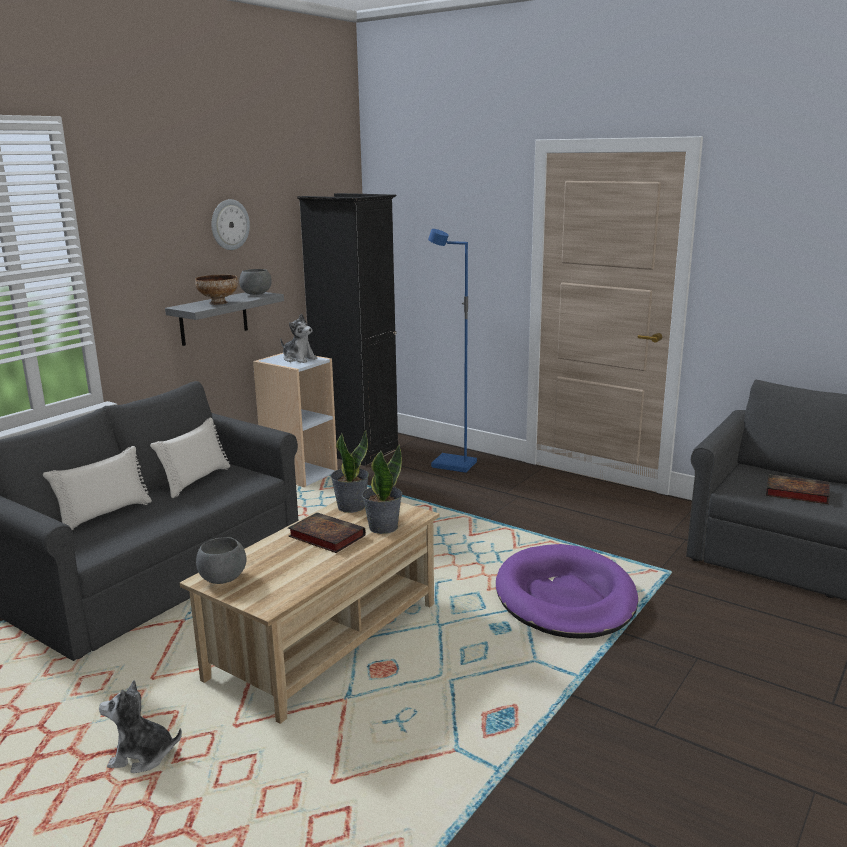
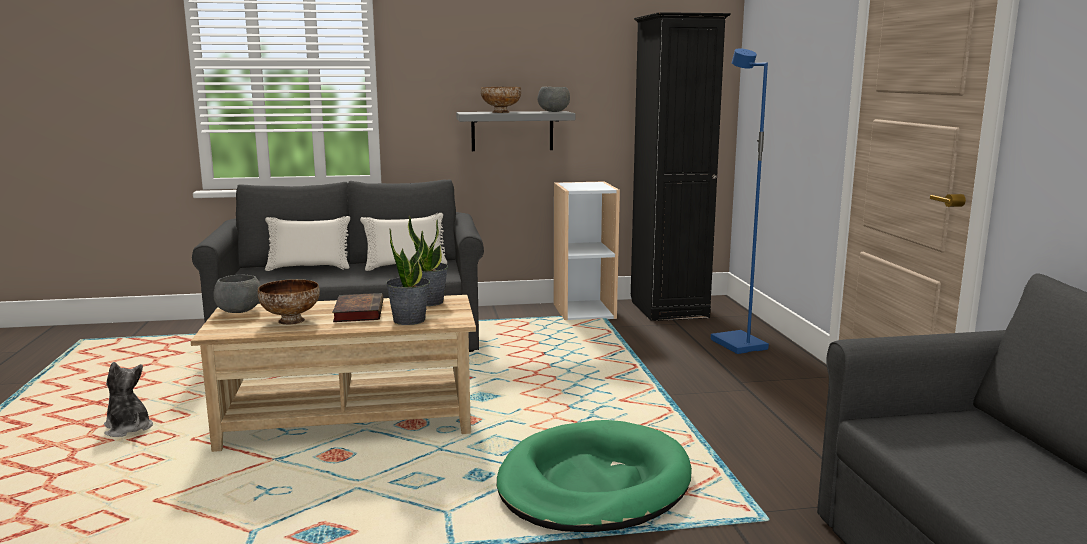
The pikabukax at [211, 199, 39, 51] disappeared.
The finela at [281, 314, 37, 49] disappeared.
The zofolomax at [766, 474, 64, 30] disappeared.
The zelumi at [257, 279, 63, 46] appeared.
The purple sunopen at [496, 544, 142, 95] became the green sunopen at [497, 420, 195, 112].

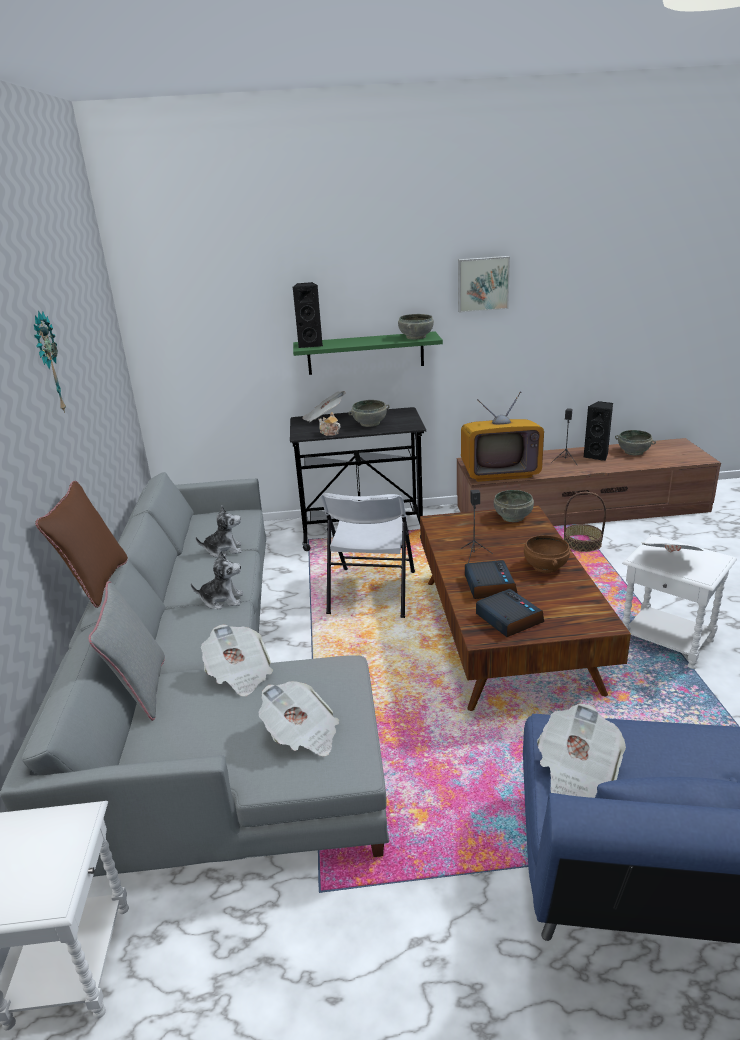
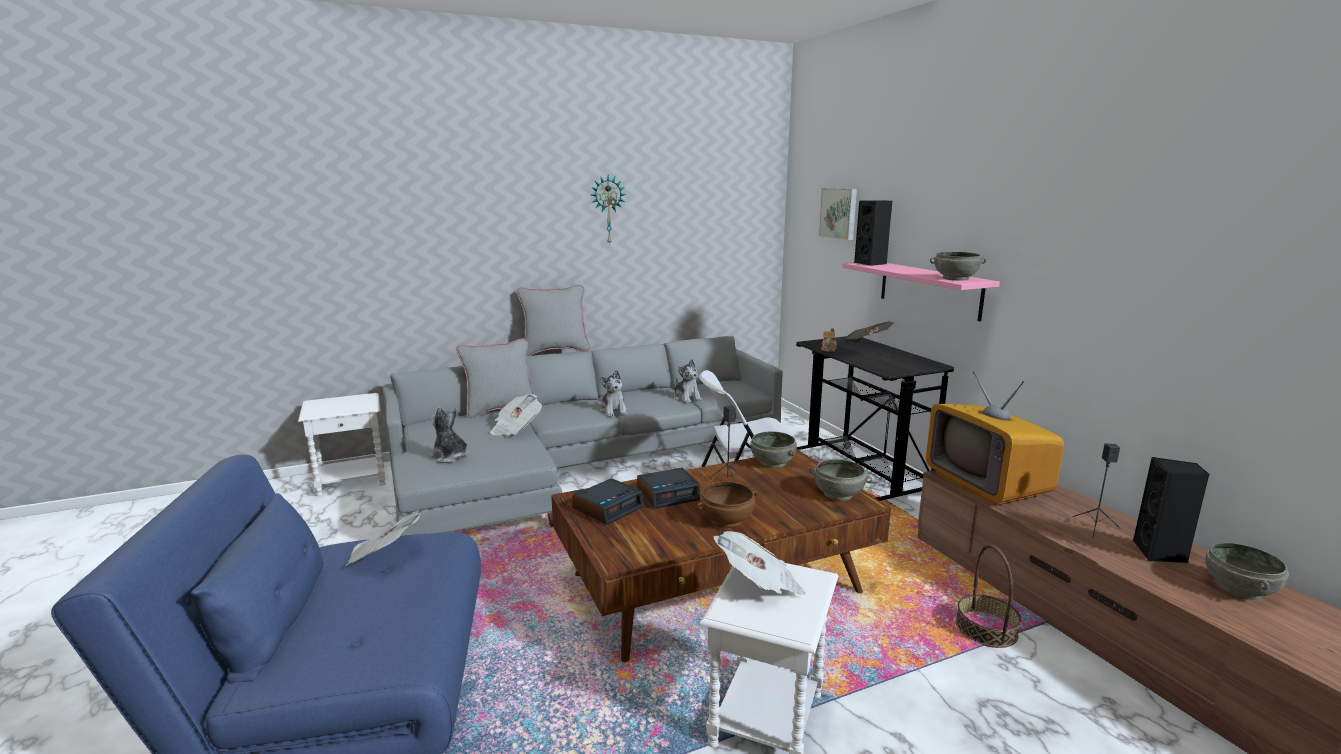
The grey zelumi moved from [348, 400, 42, 27] to [751, 431, 46, 37].
The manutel moved from [458, 256, 52, 57] to [819, 188, 38, 52].
The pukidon at [258, 681, 81, 75] was replaced by the finela at [429, 406, 39, 57].
The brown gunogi at [35, 481, 93, 127] became the grey gunogi at [517, 285, 73, 71].
The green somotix at [293, 331, 150, 44] became the pink somotix at [842, 263, 158, 59].

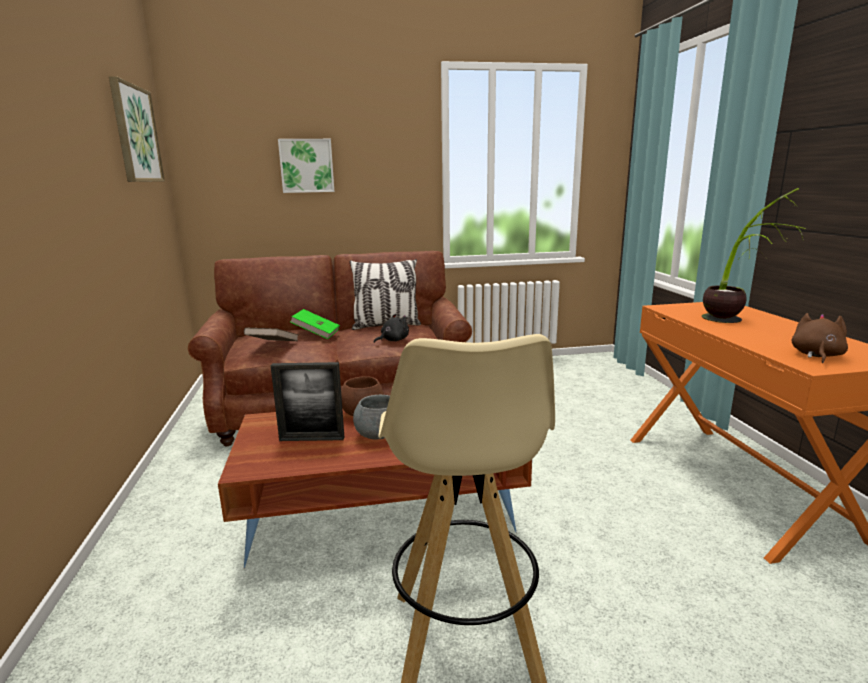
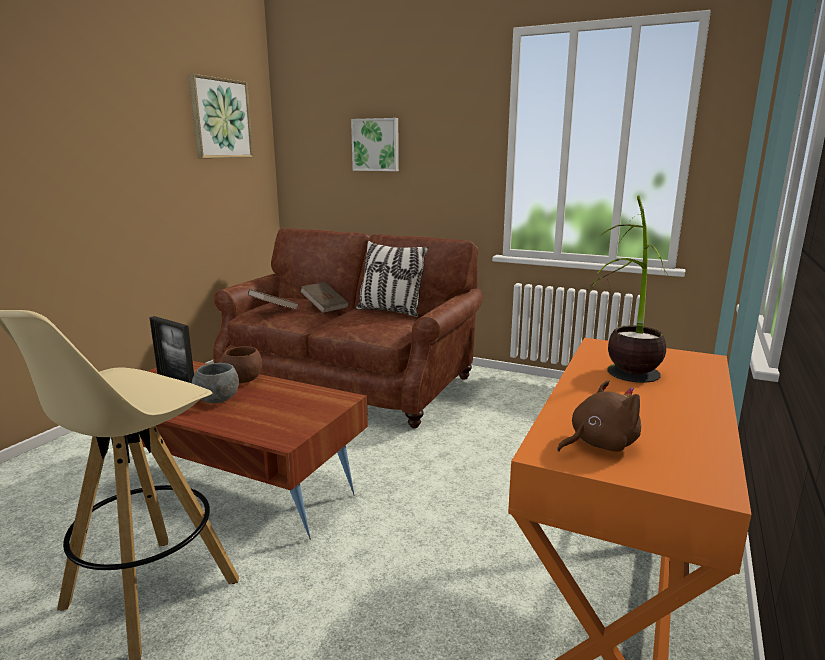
The black finela at [374, 314, 35, 29] disappeared.
The green zofolomax at [290, 309, 50, 30] became the brown zofolomax at [300, 282, 49, 31].

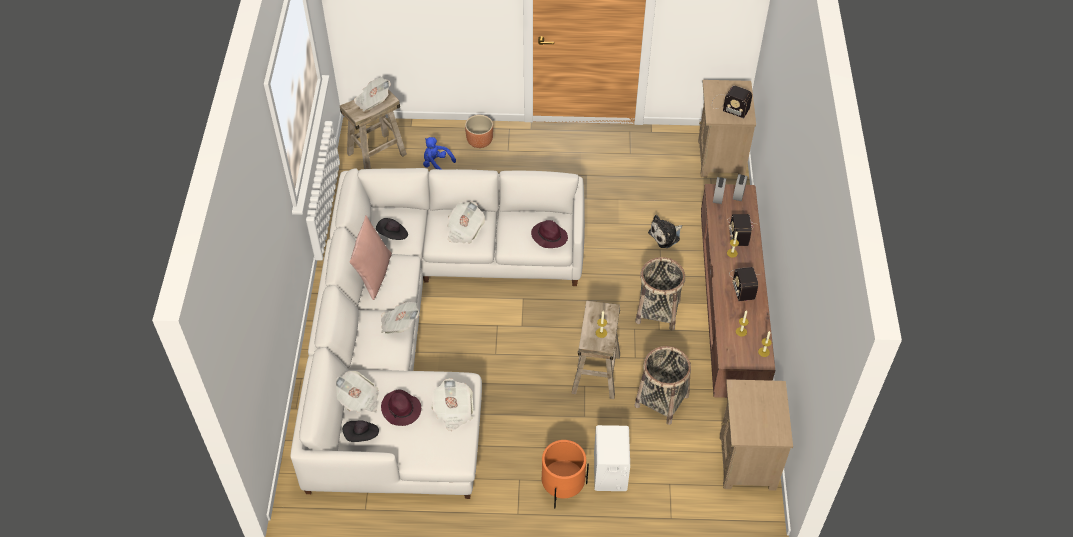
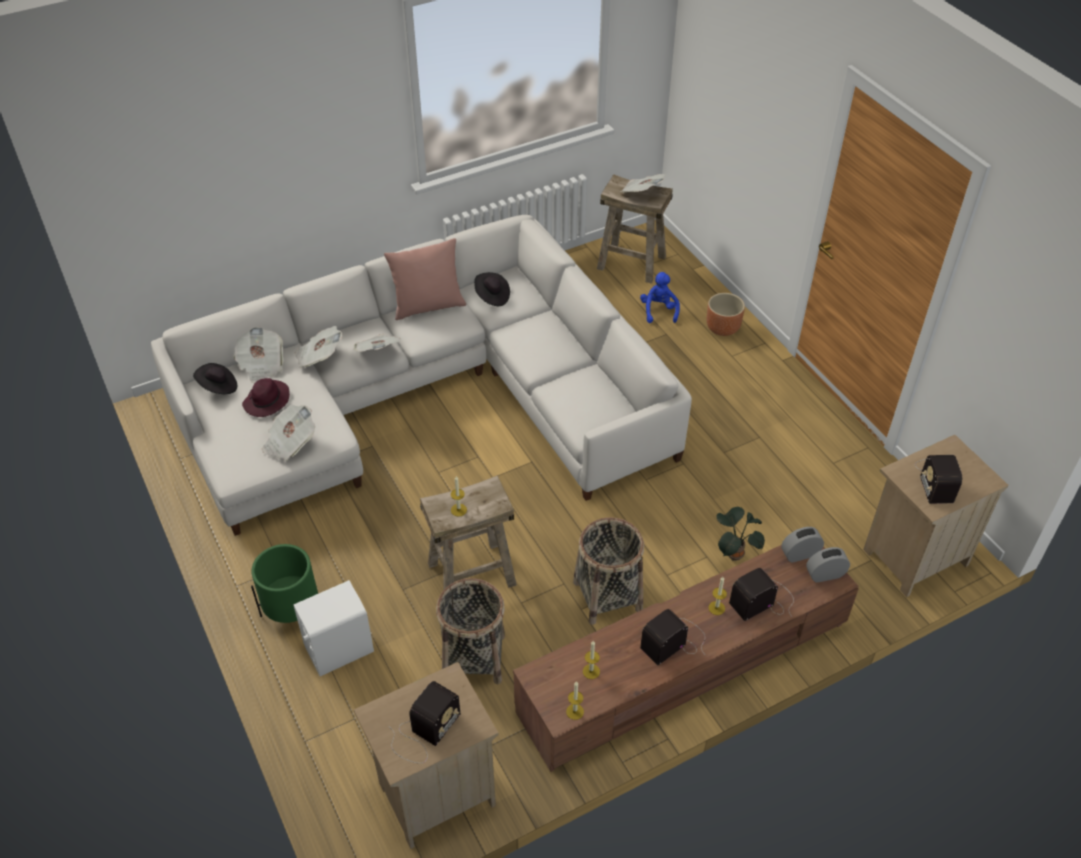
The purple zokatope at [531, 220, 37, 28] disappeared.
The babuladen at [388, 681, 72, 82] appeared.
The pukidon moved from [447, 201, 38, 42] to [294, 326, 48, 43].
The finela at [648, 215, 34, 33] was replaced by the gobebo at [716, 507, 49, 54].
The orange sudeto at [542, 440, 47, 68] became the green sudeto at [251, 544, 67, 79].

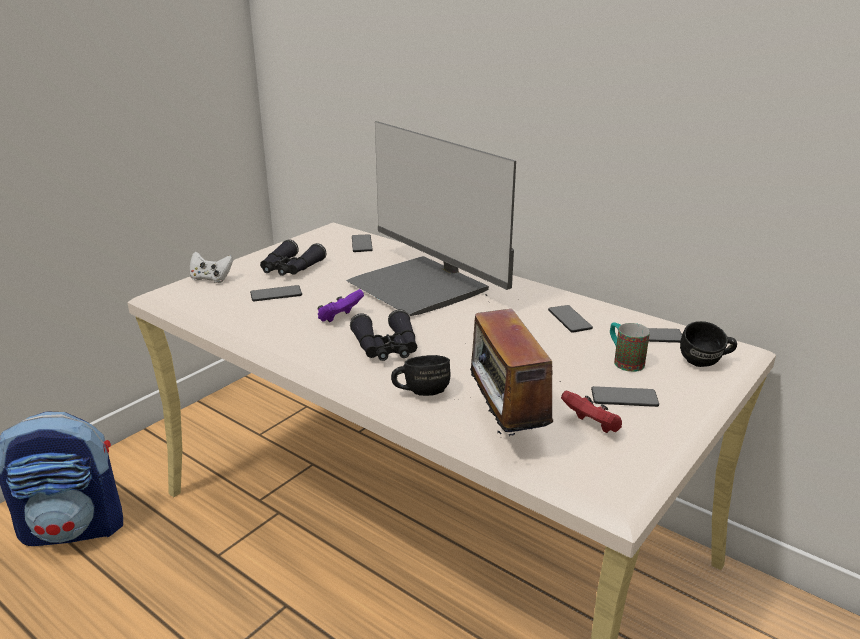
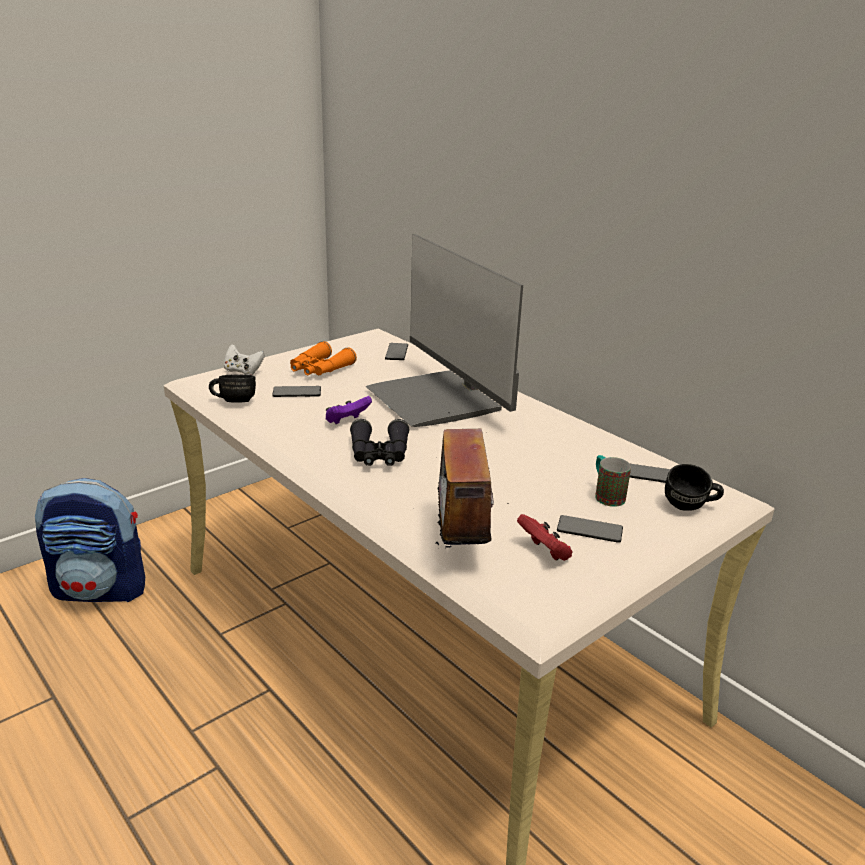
The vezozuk at [548, 305, 45, 28] disappeared.
The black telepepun moved from [391, 355, 59, 41] to [209, 374, 47, 29].
The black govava at [260, 239, 66, 37] became the orange govava at [290, 341, 67, 34].

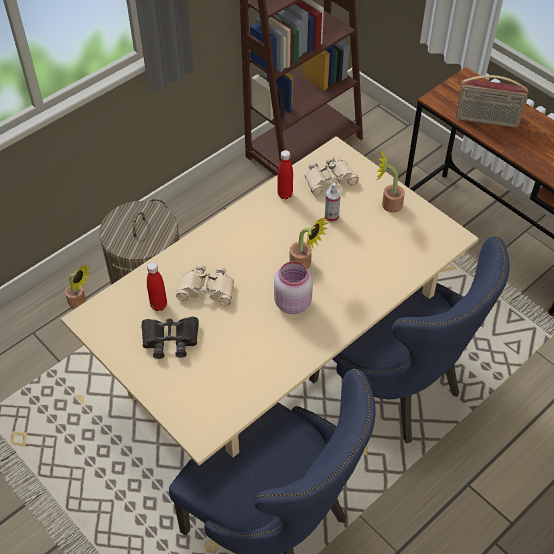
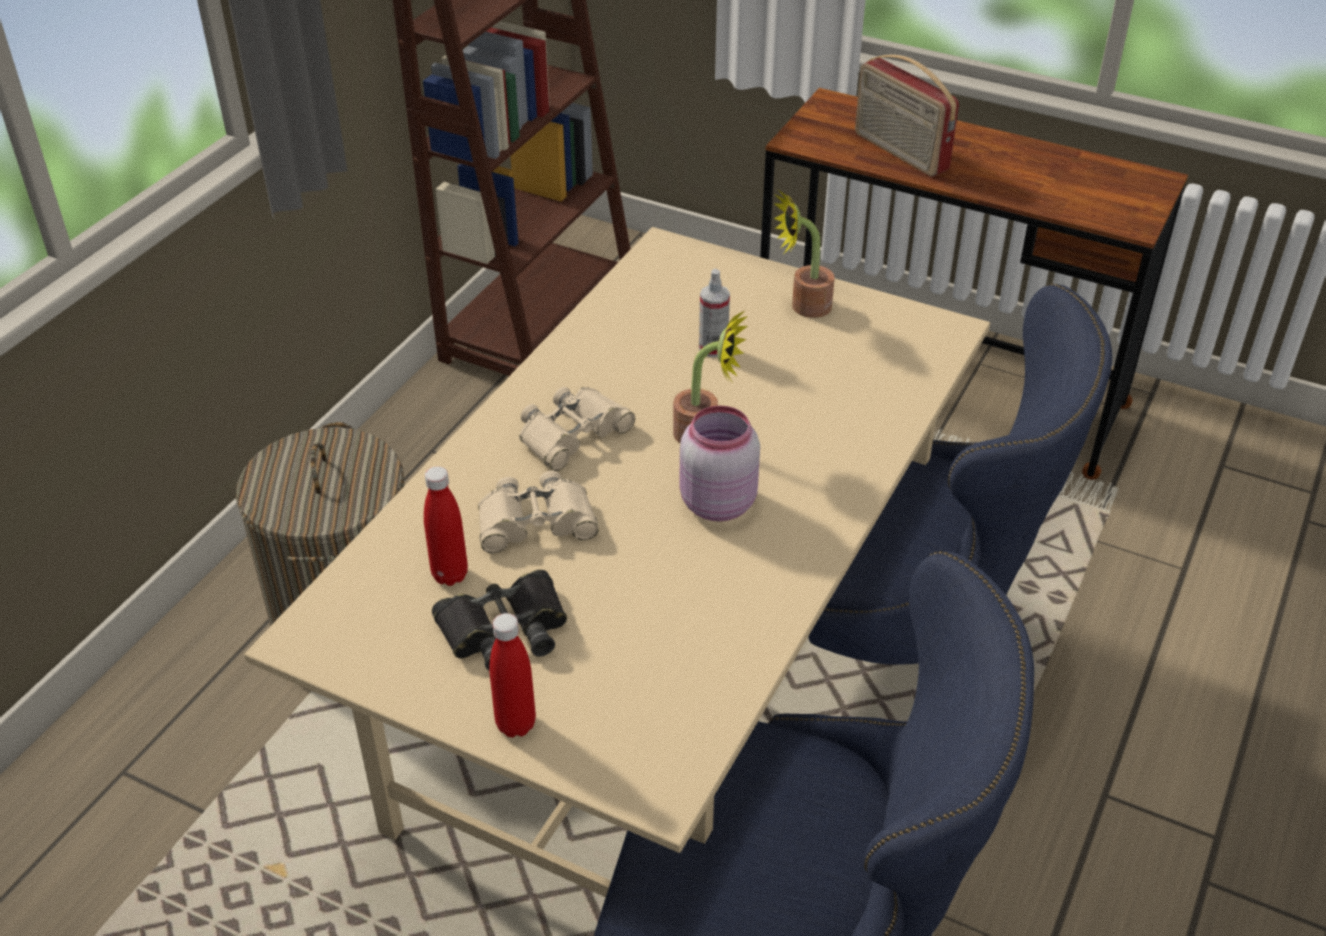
The gobebo at [65, 265, 27, 43] disappeared.
The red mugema moved from [277, 150, 16, 49] to [489, 613, 47, 124].
The beige govava moved from [305, 157, 54, 39] to [519, 387, 116, 84].
The babuladen at [456, 75, 72, 53] turned 60 degrees clockwise.

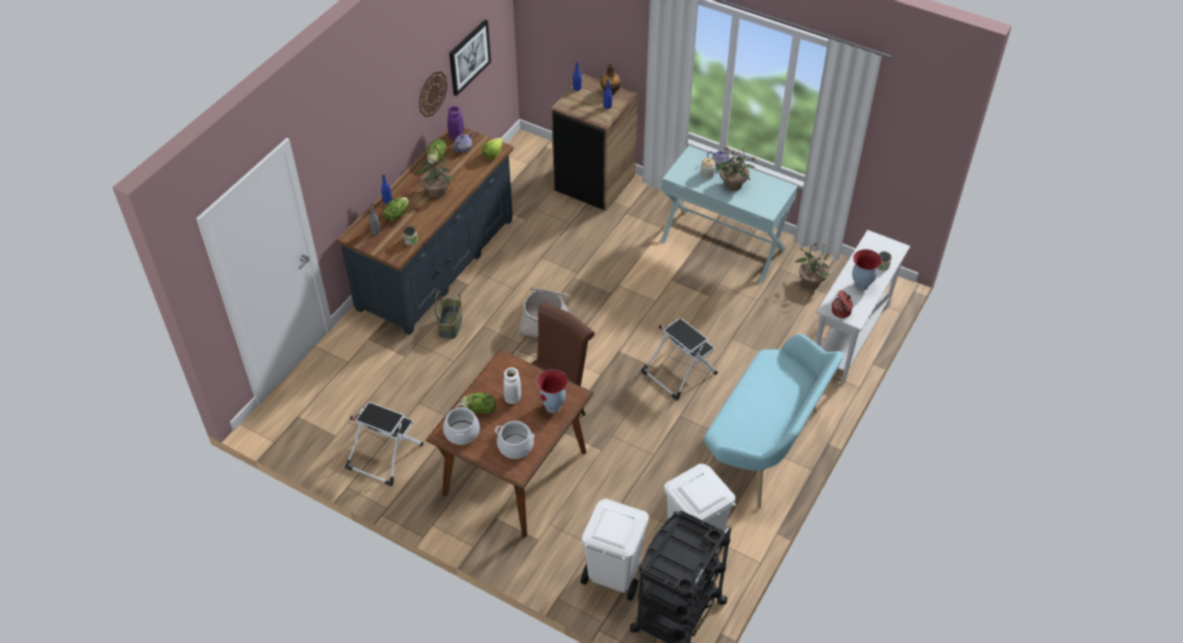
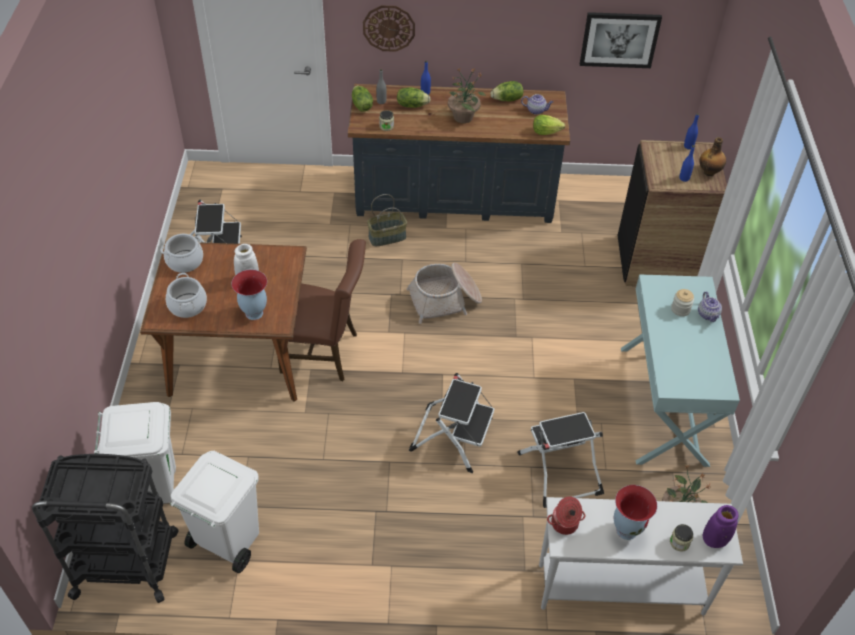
The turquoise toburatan at [704, 334, 139, 175] disappeared.
The gobebo at [717, 147, 39, 44] disappeared.
The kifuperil at [517, 412, 87, 96] appeared.
The pikabukax moved from [419, 71, 28, 46] to [363, 5, 52, 47].
The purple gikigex moved from [447, 106, 17, 34] to [703, 505, 36, 43].
The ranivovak moved from [460, 393, 36, 21] to [352, 86, 21, 26].

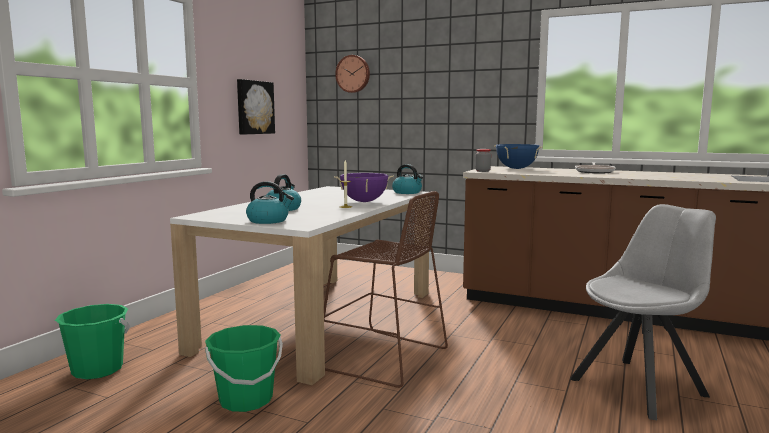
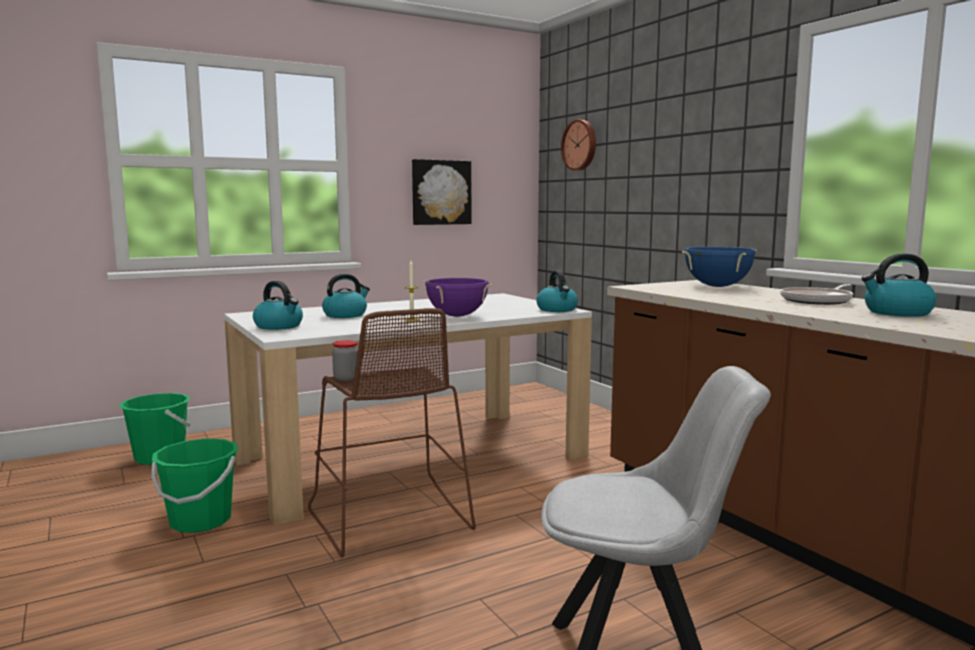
The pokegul at [861, 253, 76, 64] appeared.
The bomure moved from [475, 149, 16, 23] to [332, 340, 26, 41].

